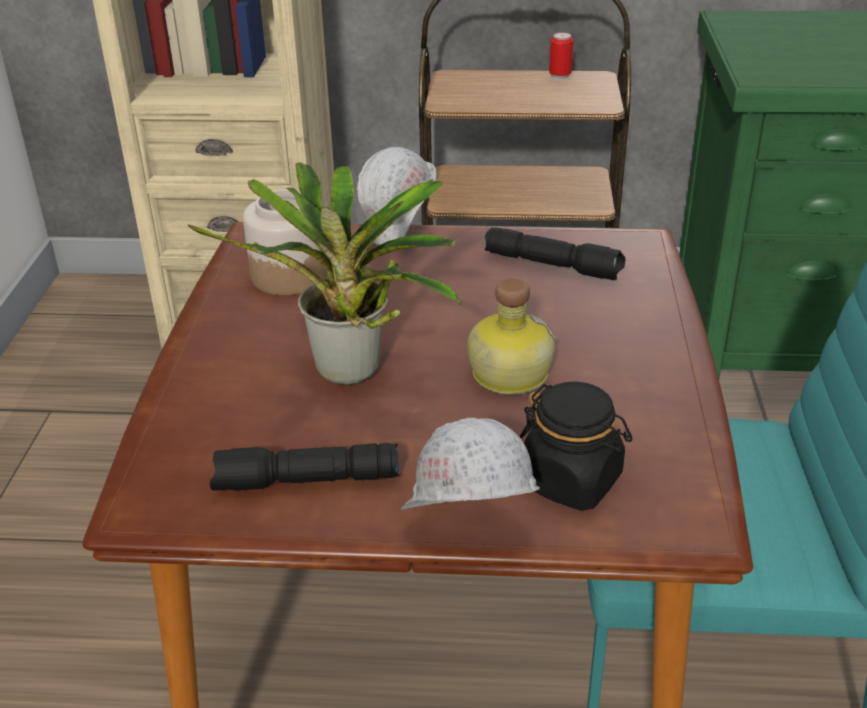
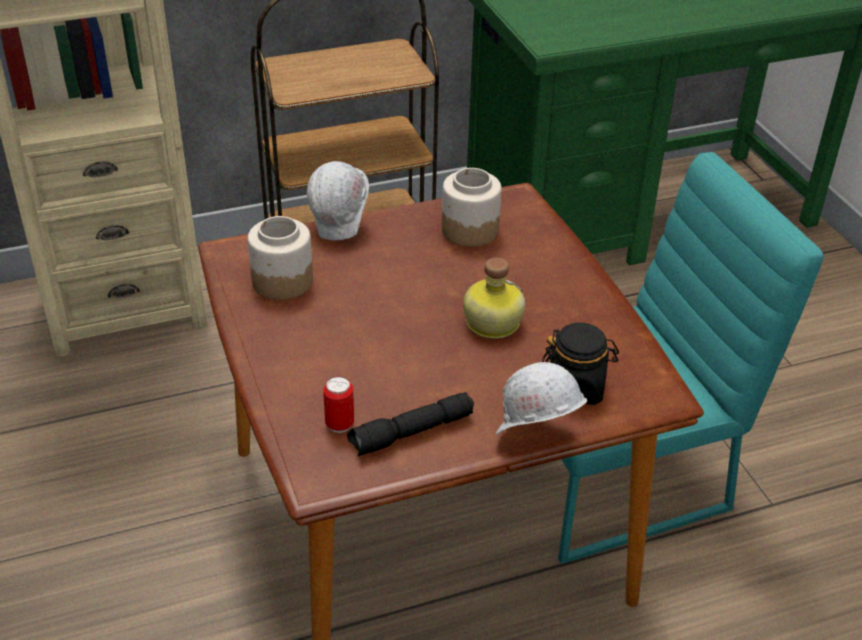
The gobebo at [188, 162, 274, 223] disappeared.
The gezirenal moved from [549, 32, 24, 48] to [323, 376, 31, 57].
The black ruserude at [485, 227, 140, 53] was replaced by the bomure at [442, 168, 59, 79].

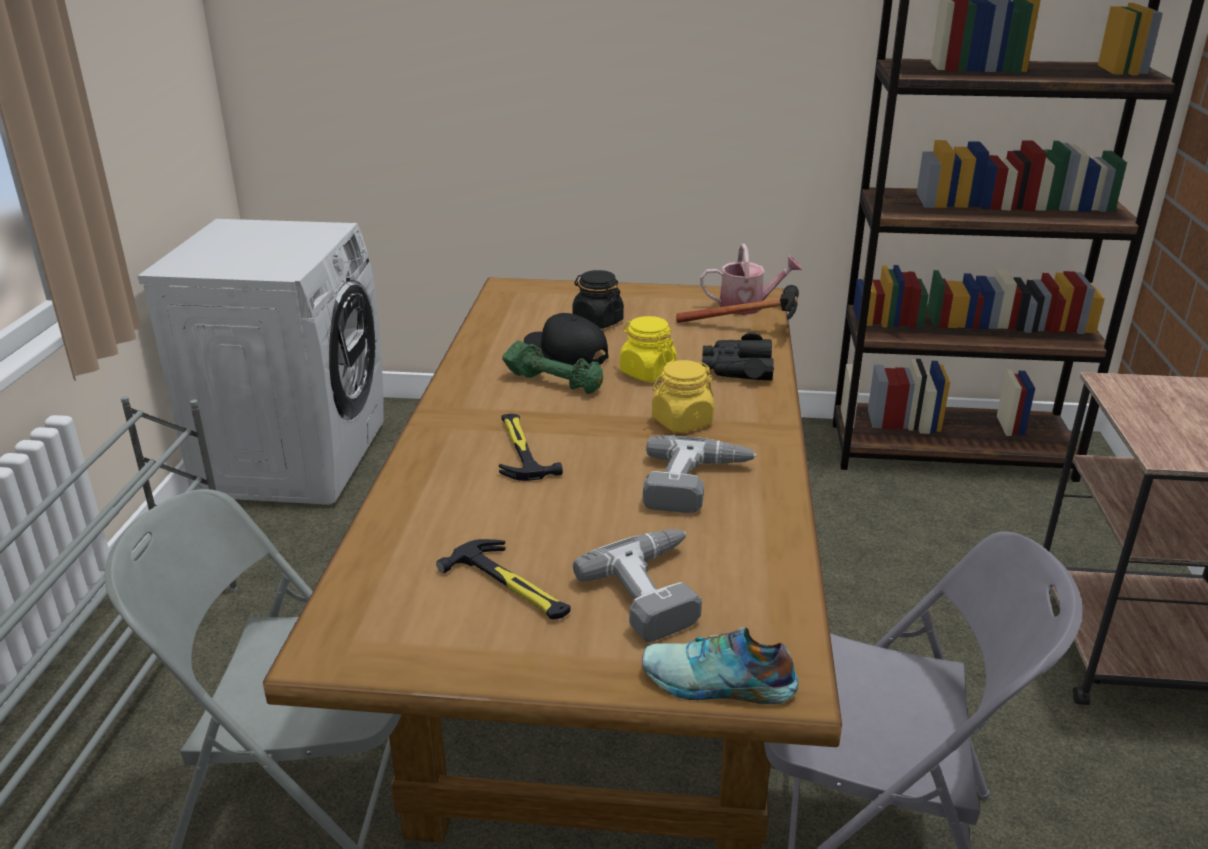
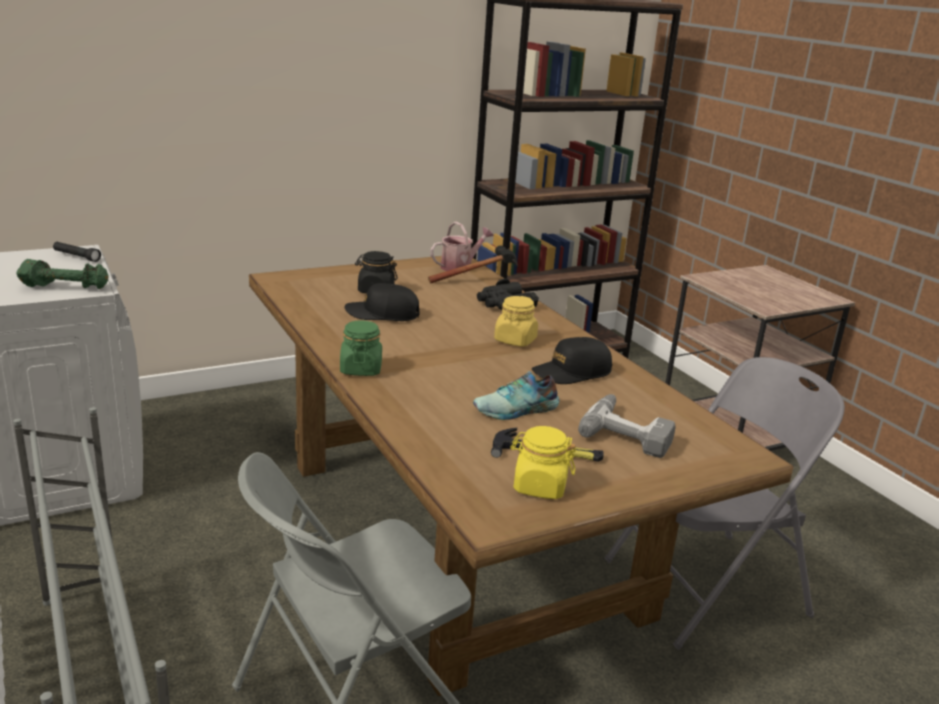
The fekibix at [499, 414, 64, 67] disappeared.
The black ruserude at [53, 242, 48, 20] appeared.
The green bomure at [340, 320, 42, 56] appeared.
The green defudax moved from [502, 341, 101, 53] to [17, 259, 92, 30].
The yellow bomure moved from [620, 316, 57, 66] to [510, 426, 66, 73].
The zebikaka moved from [642, 627, 156, 77] to [473, 371, 86, 49].
The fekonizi at [643, 435, 114, 78] was replaced by the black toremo at [532, 337, 80, 47].

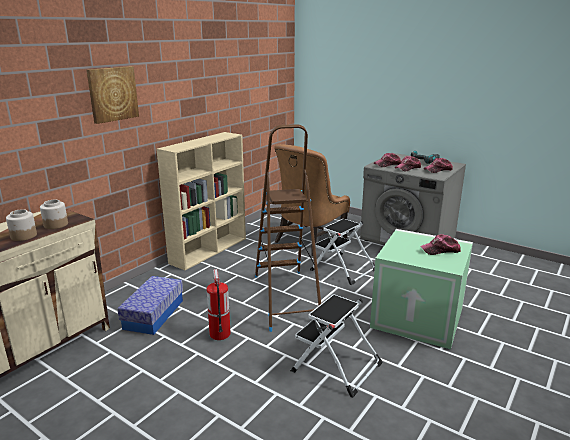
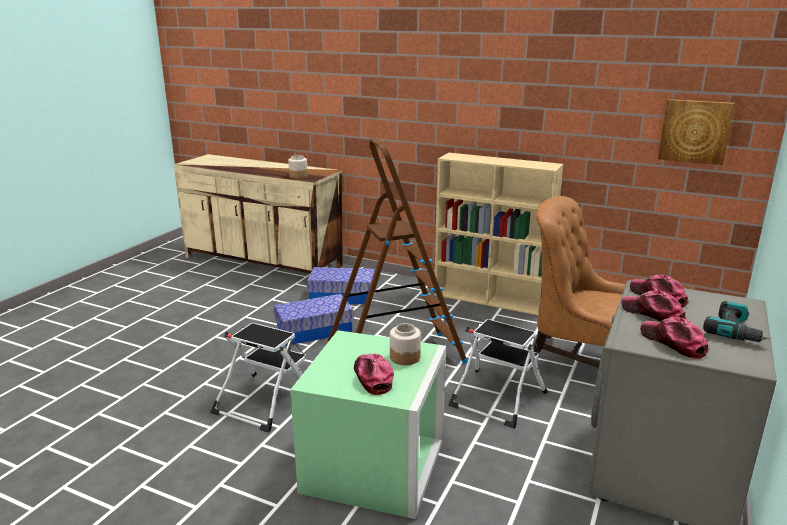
The bomure moved from [6, 209, 31, 32] to [390, 323, 31, 42].
The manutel moved from [87, 66, 52, 58] to [658, 99, 77, 66].
The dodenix at [206, 269, 24, 71] was replaced by the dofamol at [274, 294, 80, 52].

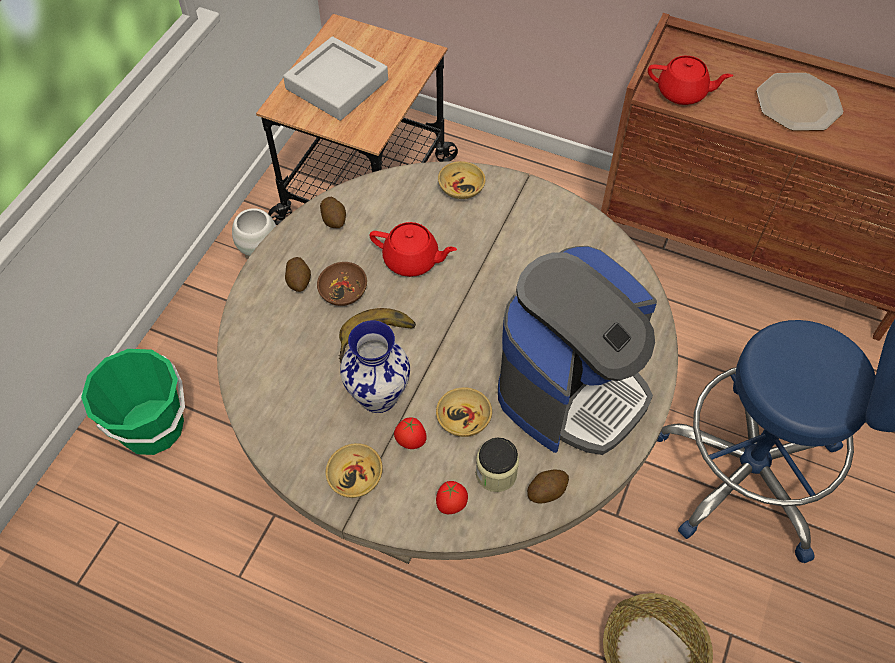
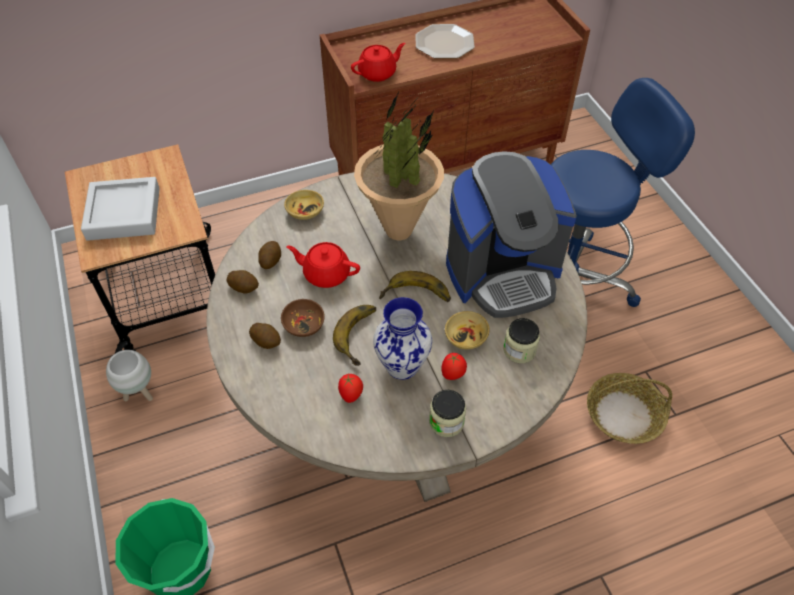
The gobebo at [354, 92, 90, 148] appeared.
The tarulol at [379, 271, 72, 31] appeared.
The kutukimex moved from [436, 481, 32, 33] to [338, 374, 25, 29].
The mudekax moved from [527, 469, 42, 35] to [258, 241, 23, 28].
The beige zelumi at [325, 443, 58, 55] was replaced by the bomure at [429, 390, 37, 47].
The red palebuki at [369, 222, 88, 55] turned 135 degrees counterclockwise.
The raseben at [498, 246, 159, 209] turned 75 degrees clockwise.

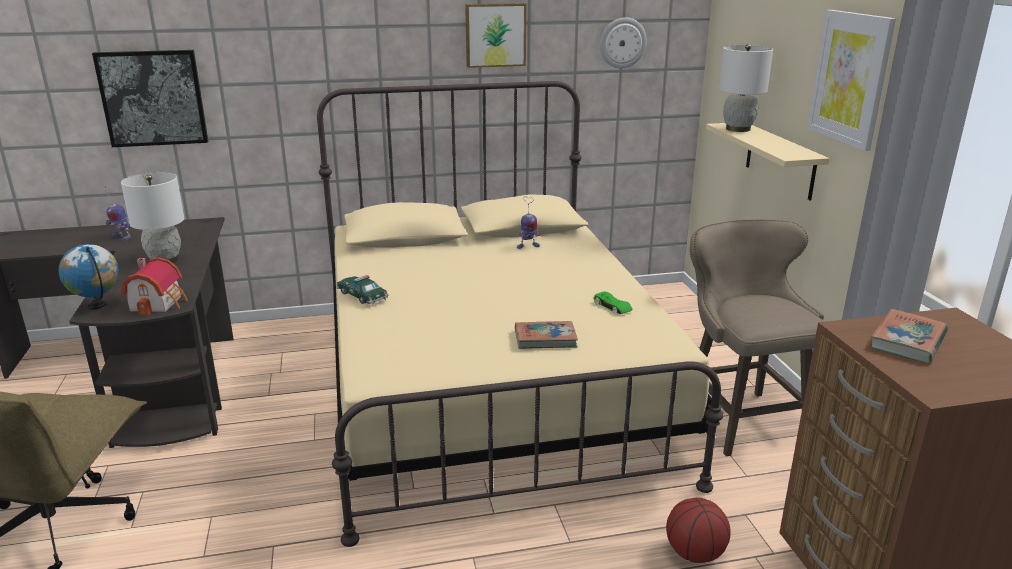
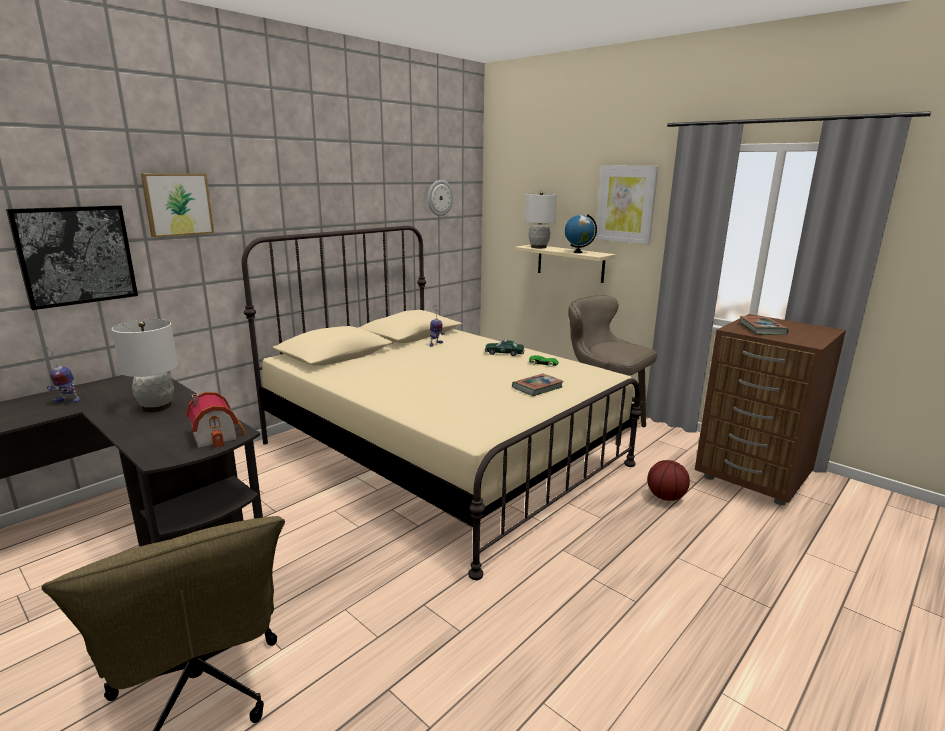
The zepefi moved from [59, 244, 60, 66] to [565, 214, 32, 39].
The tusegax moved from [336, 275, 52, 30] to [485, 338, 40, 18].
The manutel moved from [465, 3, 61, 65] to [141, 173, 73, 64].

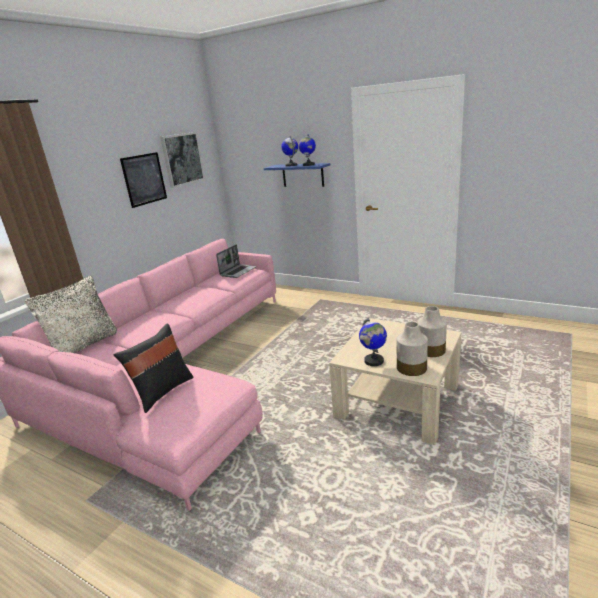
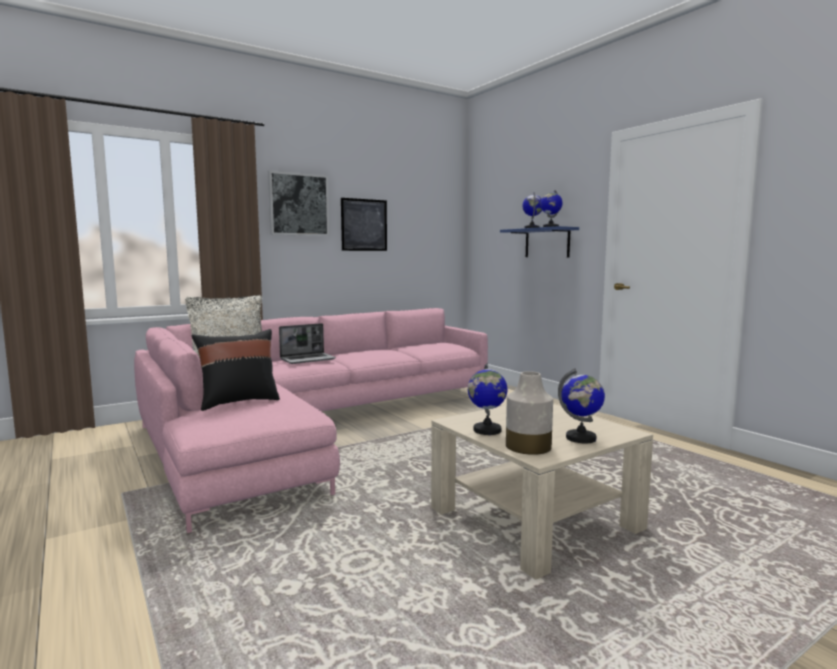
The manutel moved from [160, 132, 45, 56] to [268, 170, 61, 66].
The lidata moved from [216, 244, 41, 34] to [279, 323, 57, 41].
The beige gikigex at [417, 306, 30, 51] was replaced by the zepefi at [558, 368, 47, 75].

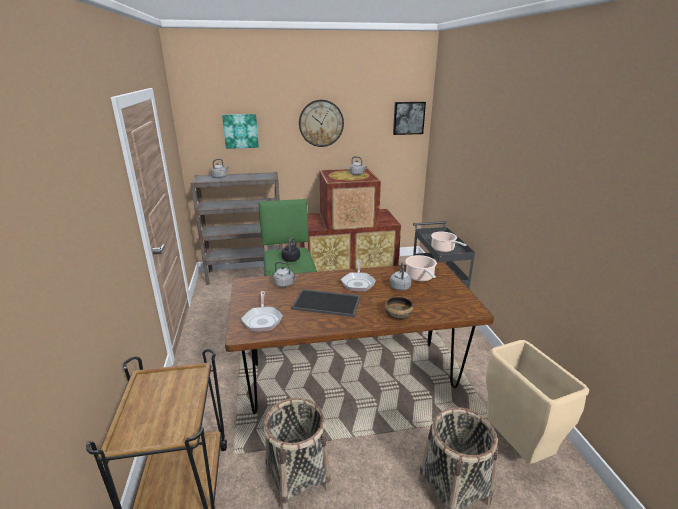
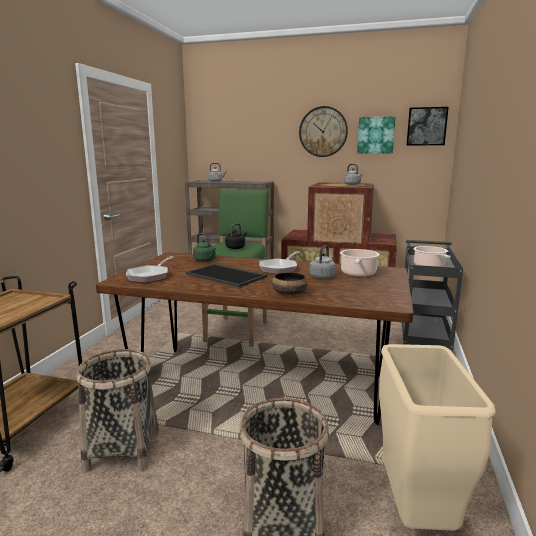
The manutel moved from [222, 114, 37, 35] to [357, 116, 39, 38].
The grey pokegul at [273, 261, 25, 26] became the green pokegul at [193, 233, 23, 29].

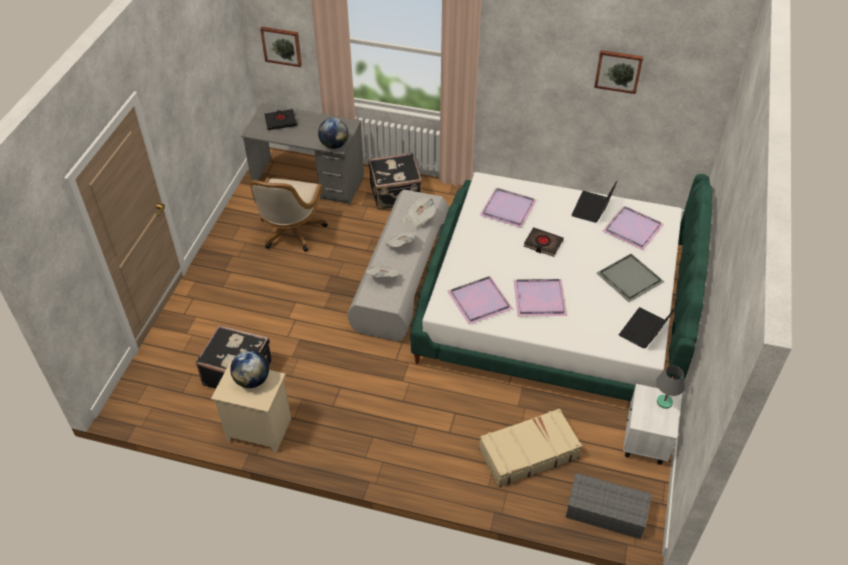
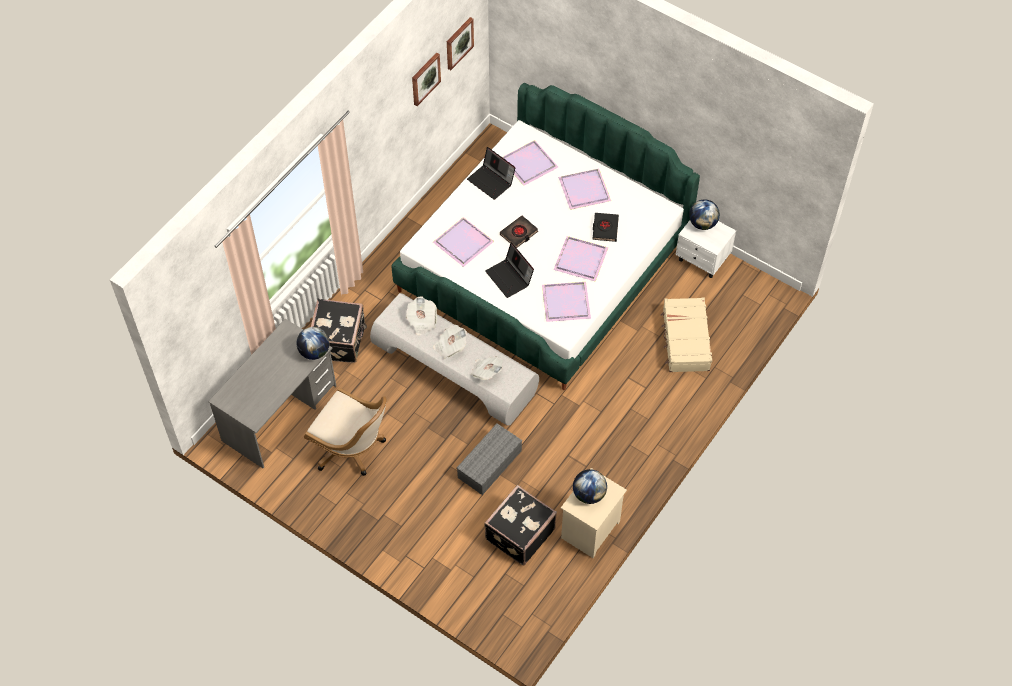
The manutel moved from [260, 27, 42, 40] to [447, 17, 27, 53].
The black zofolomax moved from [265, 109, 32, 21] to [592, 213, 27, 29].
The grey dofamol moved from [566, 473, 86, 66] to [457, 423, 65, 72].
The lidata moved from [619, 305, 59, 43] to [485, 242, 49, 56].
The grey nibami at [656, 366, 29, 43] was replaced by the zepefi at [689, 199, 31, 31].
The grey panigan at [596, 254, 68, 48] became the purple panigan at [558, 169, 53, 41].

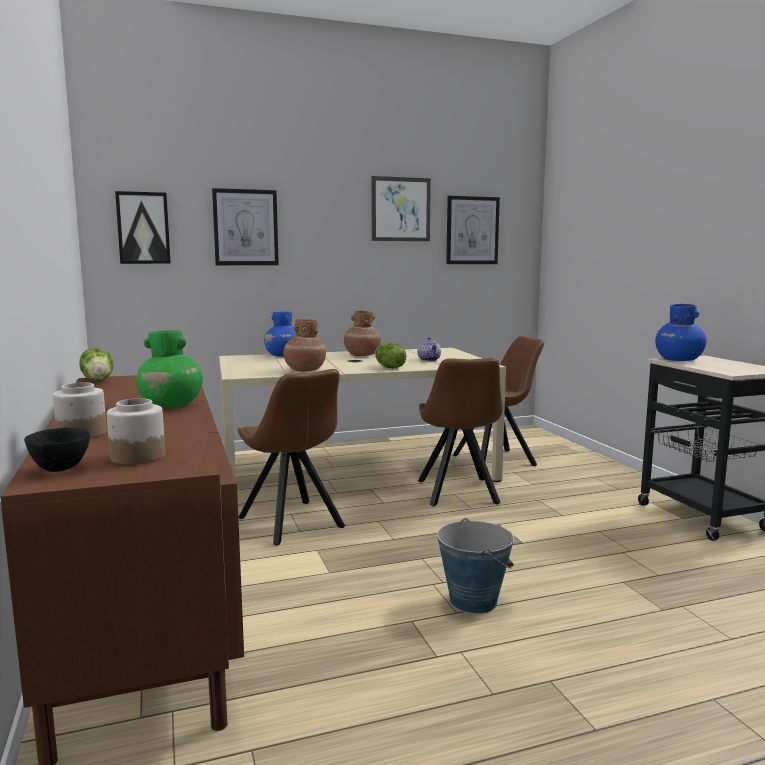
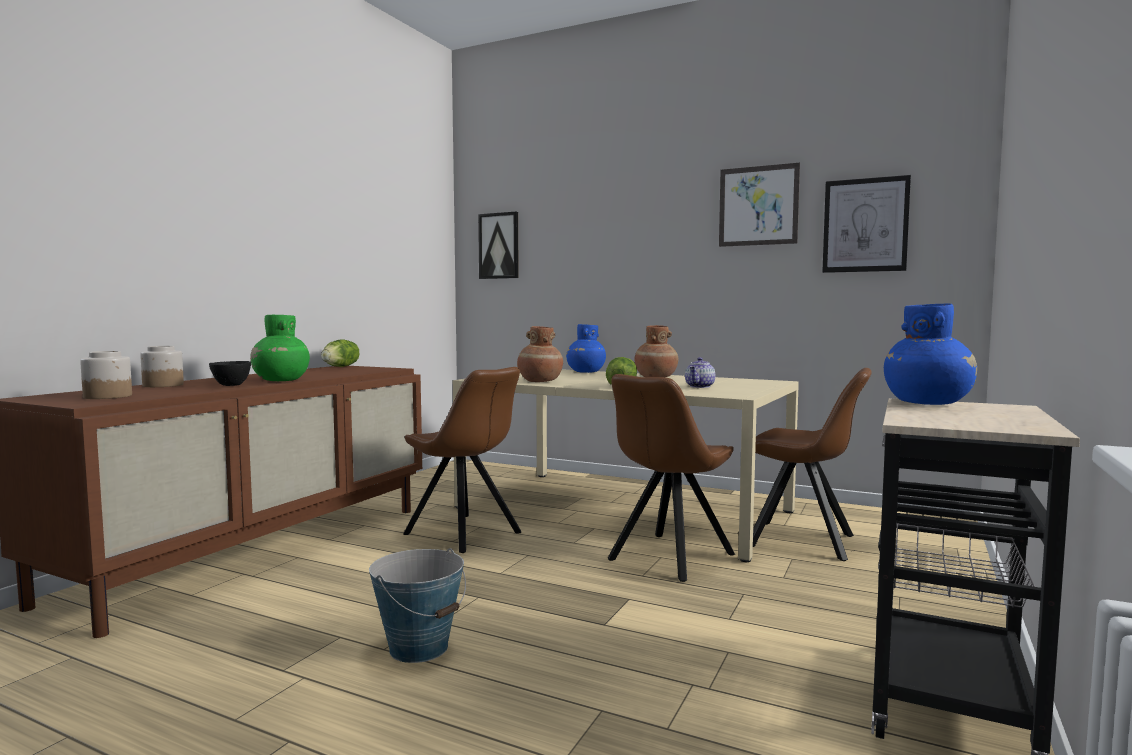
The manutel at [212, 188, 67, 77] disappeared.
The black zelumi moved from [24, 427, 66, 45] to [209, 361, 42, 25].
The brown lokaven at [237, 369, 108, 176] turned 60 degrees counterclockwise.

